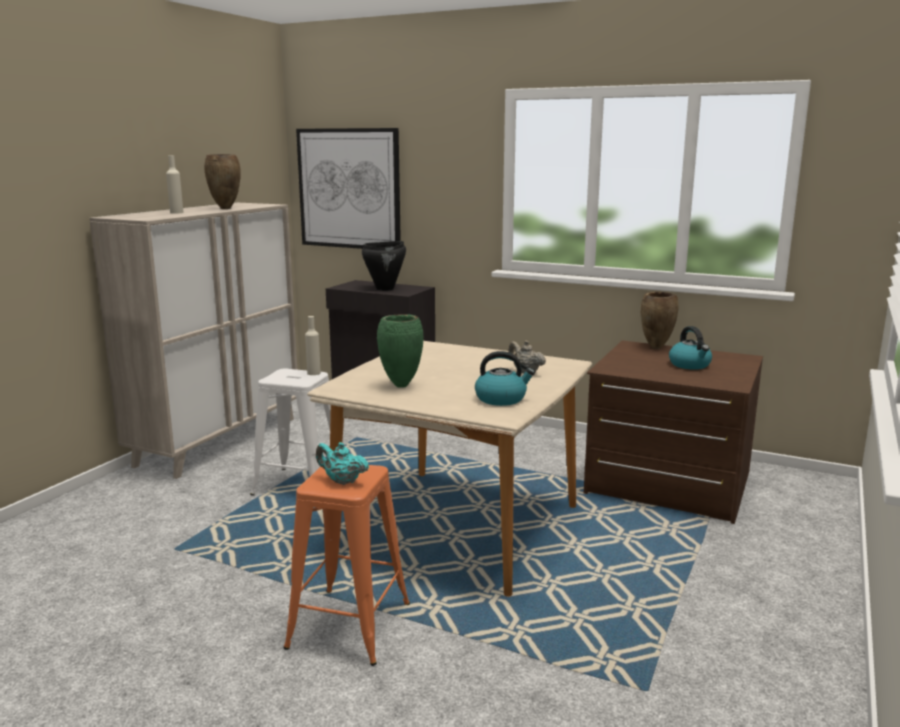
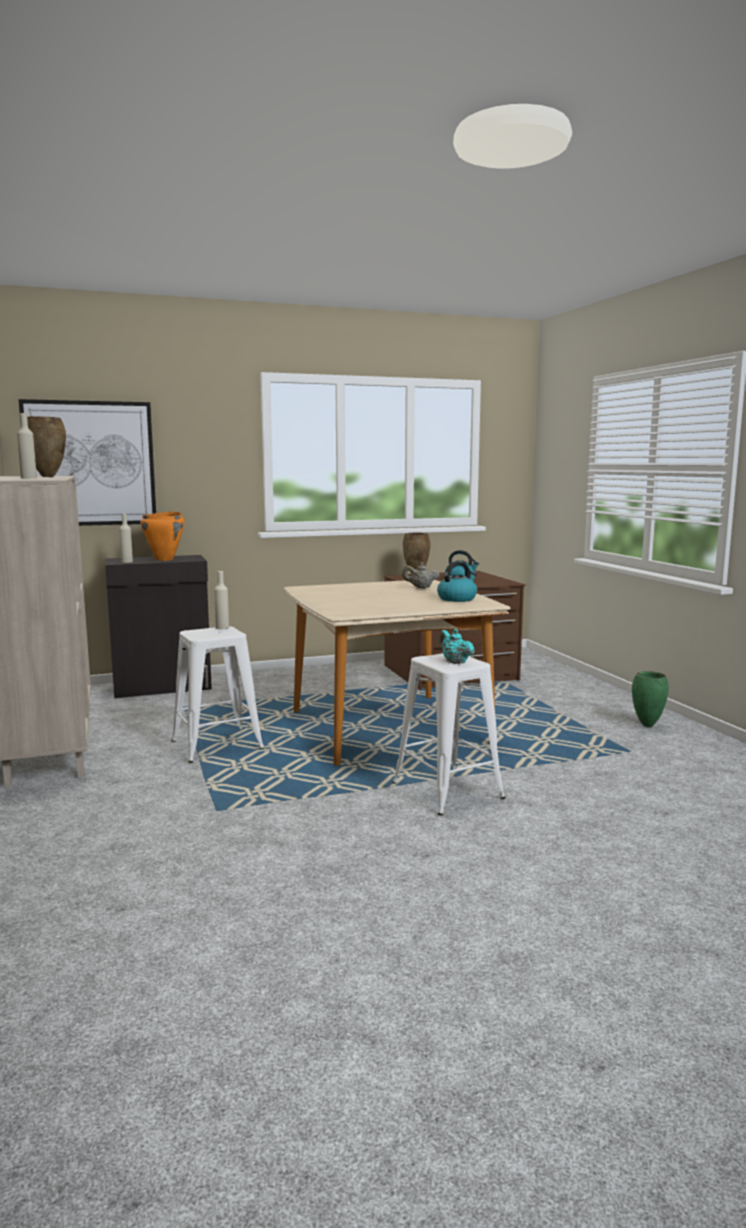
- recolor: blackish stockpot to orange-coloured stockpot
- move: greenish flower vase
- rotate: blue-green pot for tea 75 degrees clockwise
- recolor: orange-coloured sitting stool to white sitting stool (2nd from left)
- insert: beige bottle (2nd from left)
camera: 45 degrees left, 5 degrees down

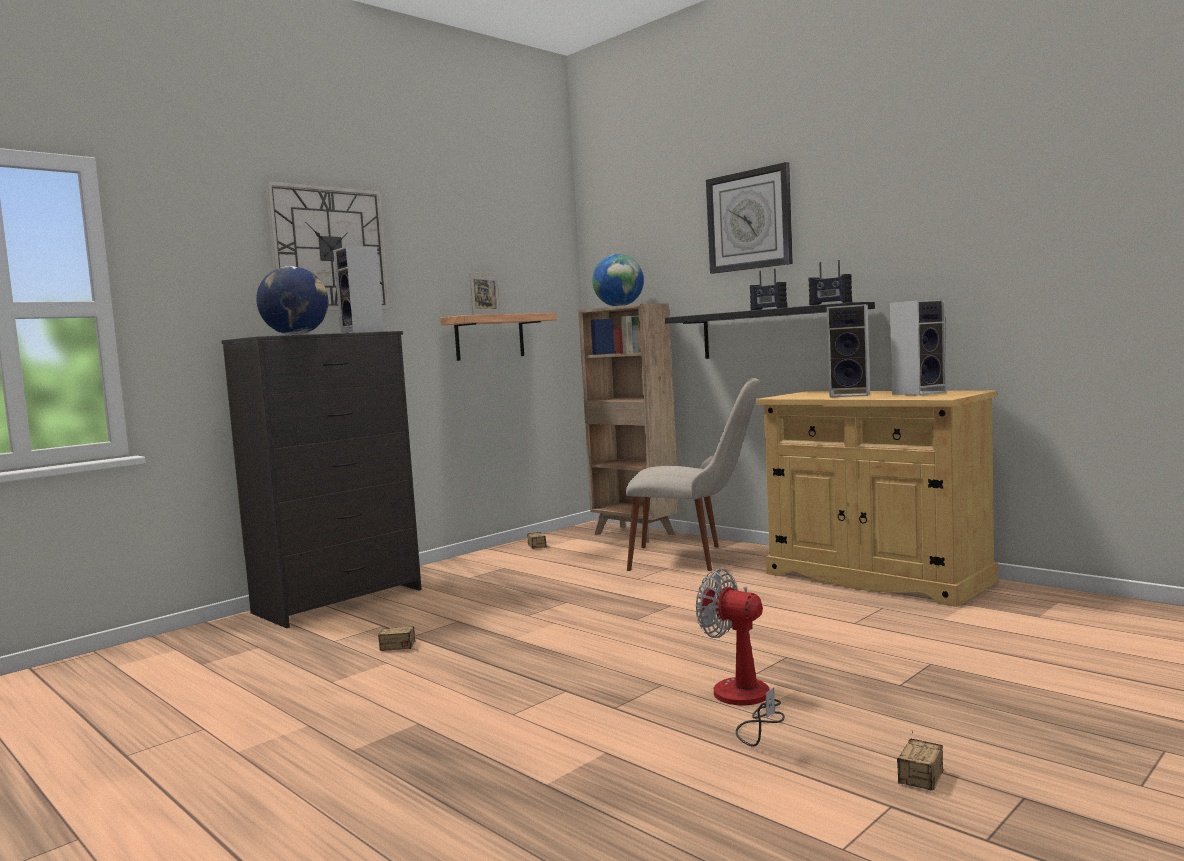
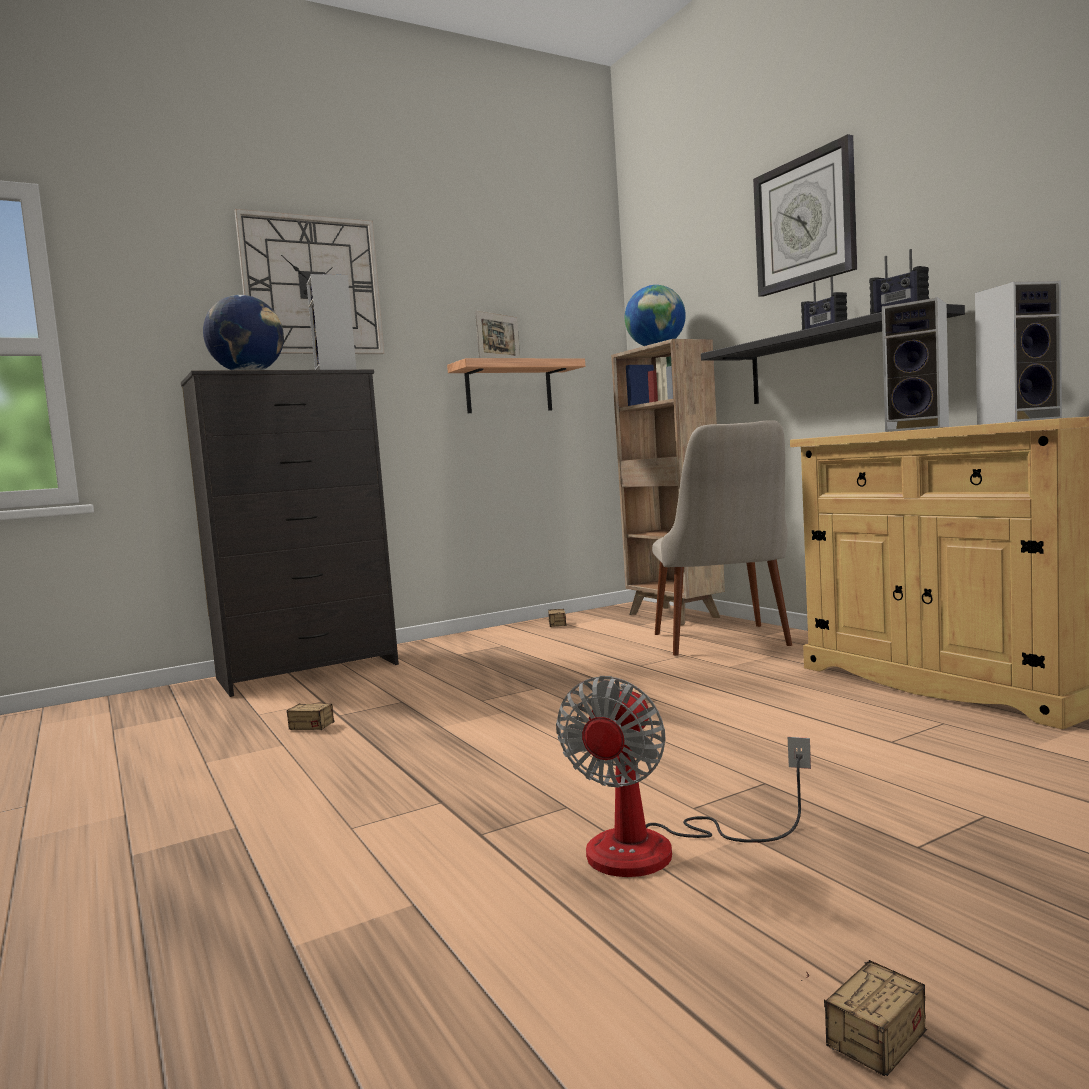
- rotate: beige chair 60 degrees clockwise
- rotate: electric fan 120 degrees counterclockwise
camera: 15 degrees right, 0 degrees up

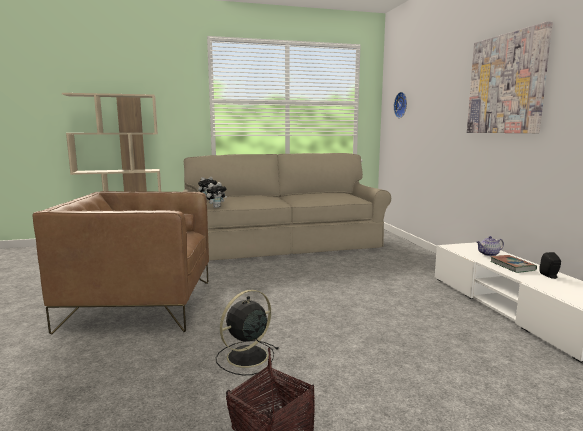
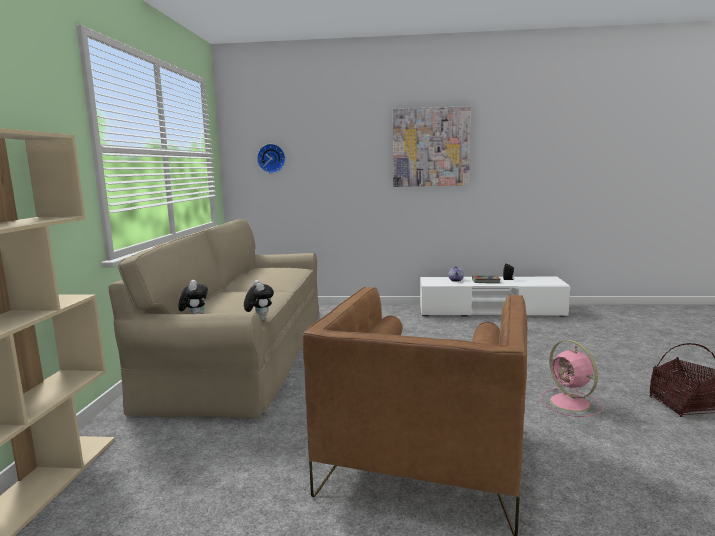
- recolor: blackish electric fan to pink-coloured electric fan
camera: 70 degrees left, 0 degrees up

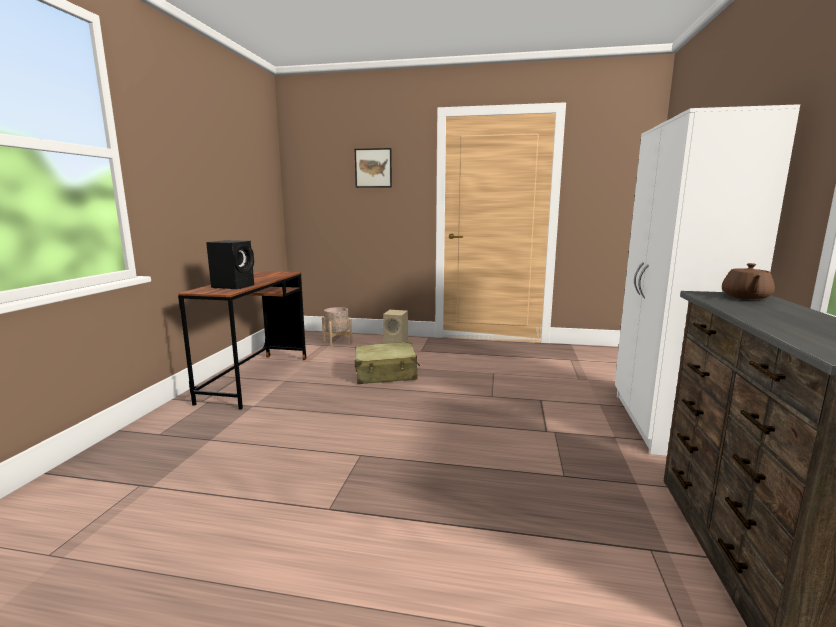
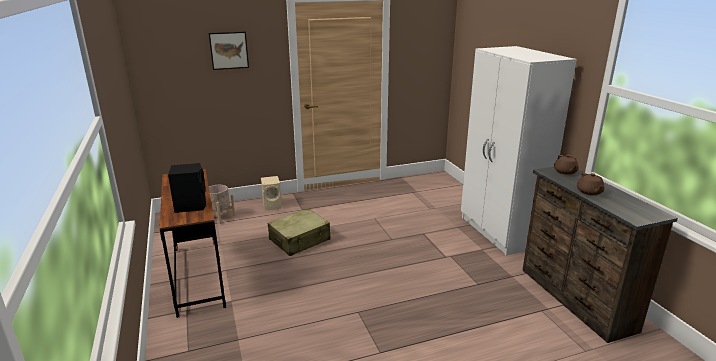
- insert: brownish pot for tea (2nd from left)
camera: 30 degrees left, 10 degrees up

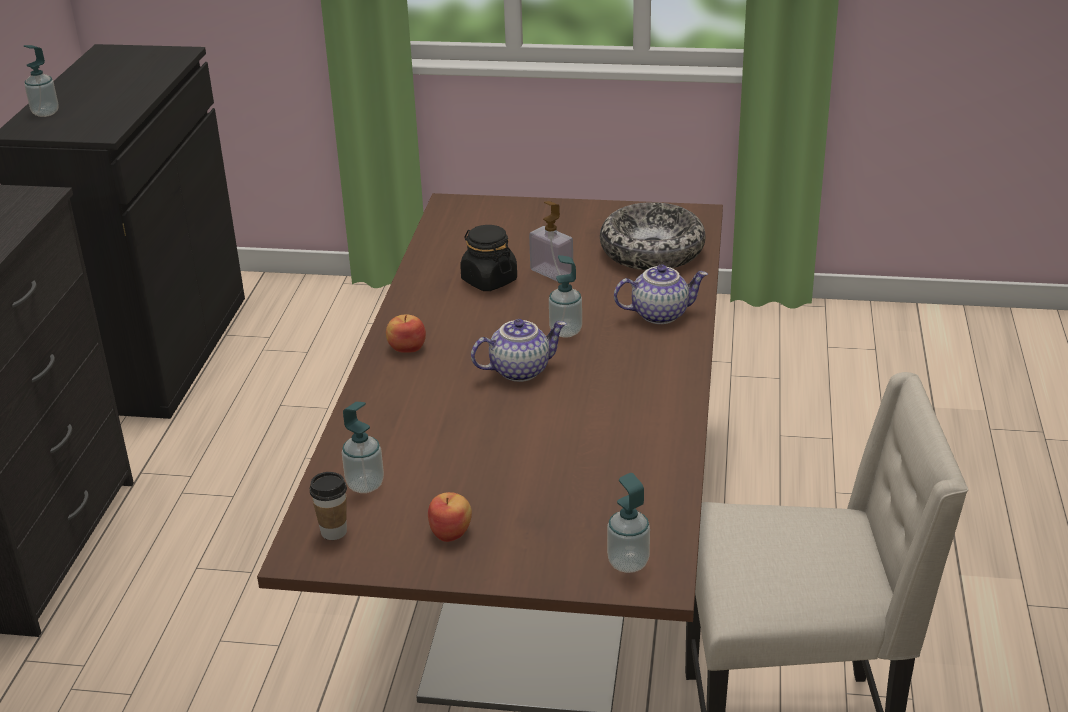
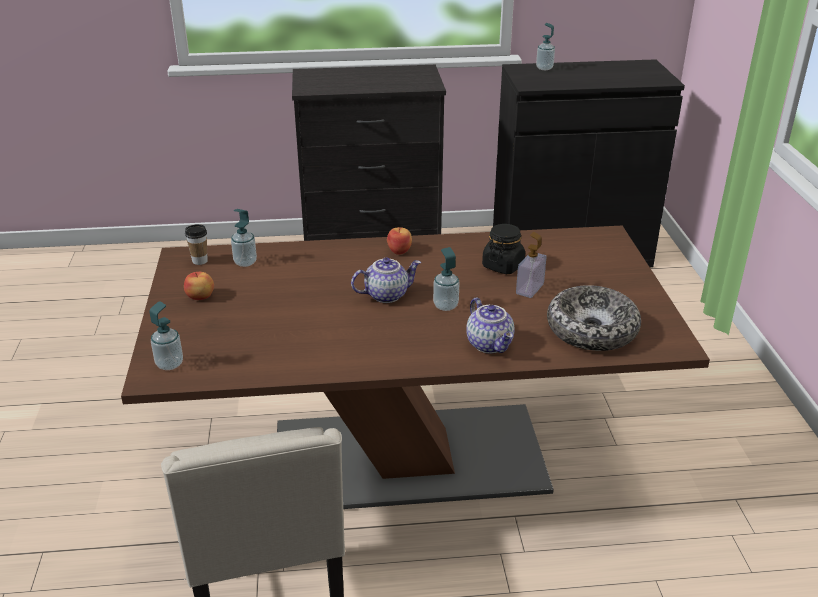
- rotate: pot for tea (1st from left) 75 degrees counterclockwise
camera: 75 degrees right, 0 degrees up

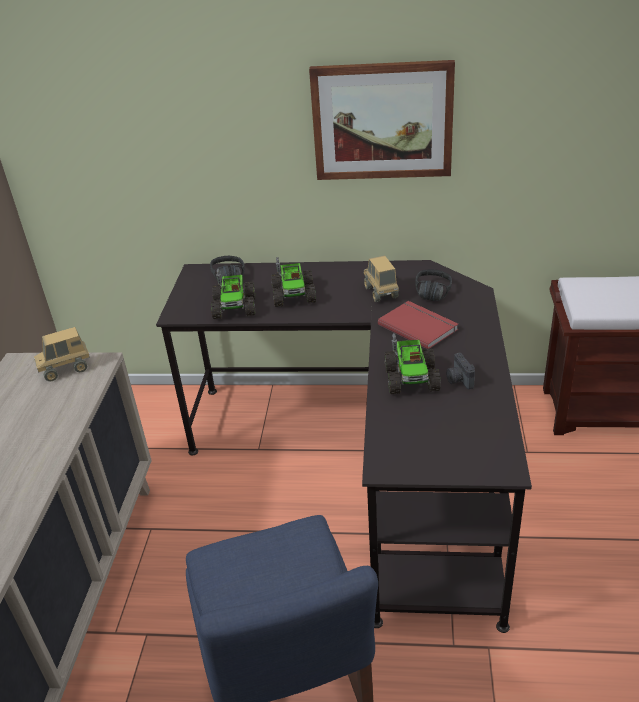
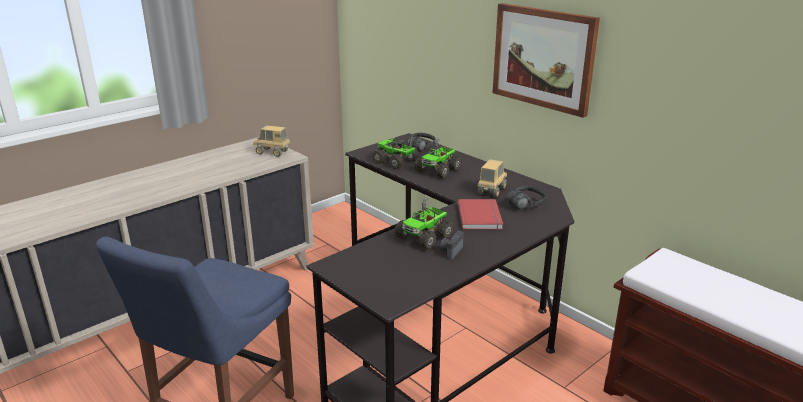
- rotate: toy truck (2nd from left) 90 degrees clockwise
camera: 40 degrees right, 10 degrees down

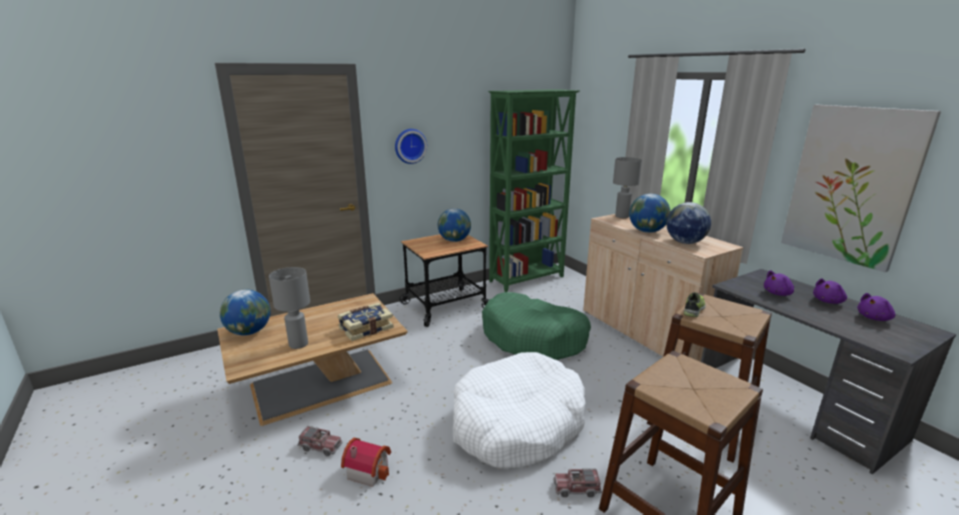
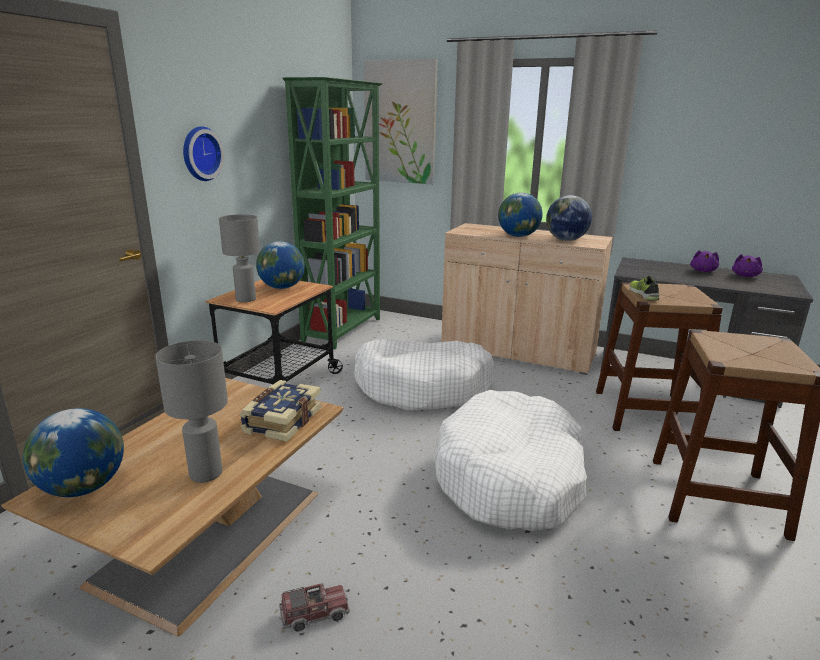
- move: picture
- move: grey lamp for a table (2nd from left)
- delete: purplish plush toy (1st from left)
- recolor: greenish dog cushion to white dog cushion (1st from left)
- delete: miniature house
- delete: toy truck (2nd from left)
camera: 35 degrees left, 0 degrees up

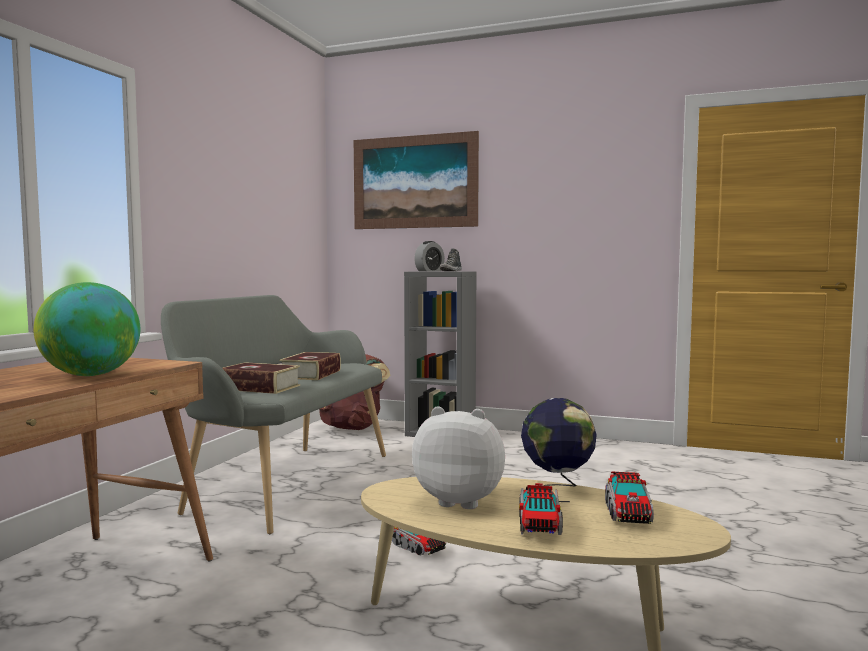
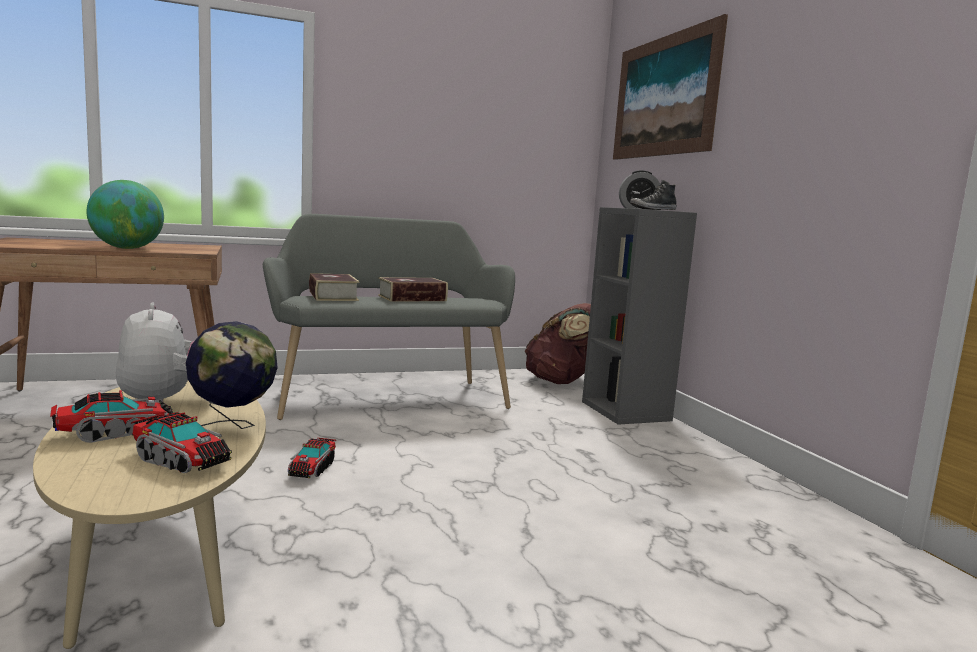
- rotate: toy truck (3rd from left in the first image) 120 degrees counterclockwise
camera: 50 degrees right, 5 degrees up

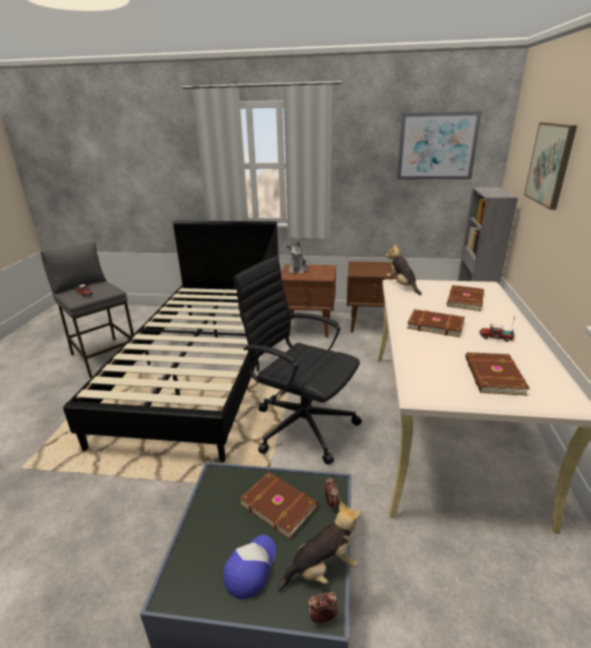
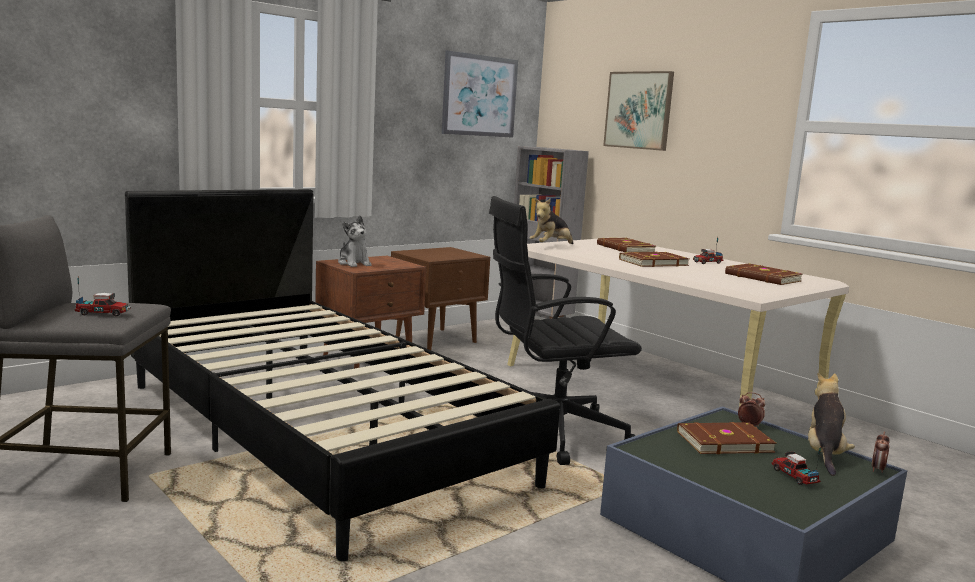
- rotate: plush toy (3rd from left in the first image) 60 degrees counterclockwise
- replace: cap to toy truck (3rd from left)
camera: 50 degrees left, 15 degrees down

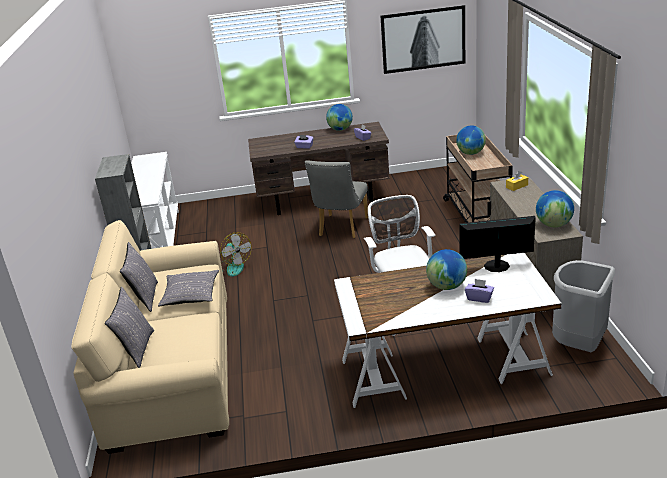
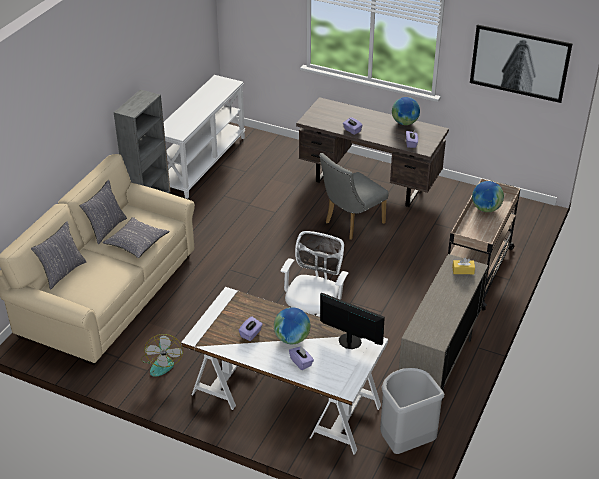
- delete: globe (4th from left)
- move: electric fan
- insert: purplish tissue holder (1st from left)
camera: 30 degrees right, 10 degrees up

